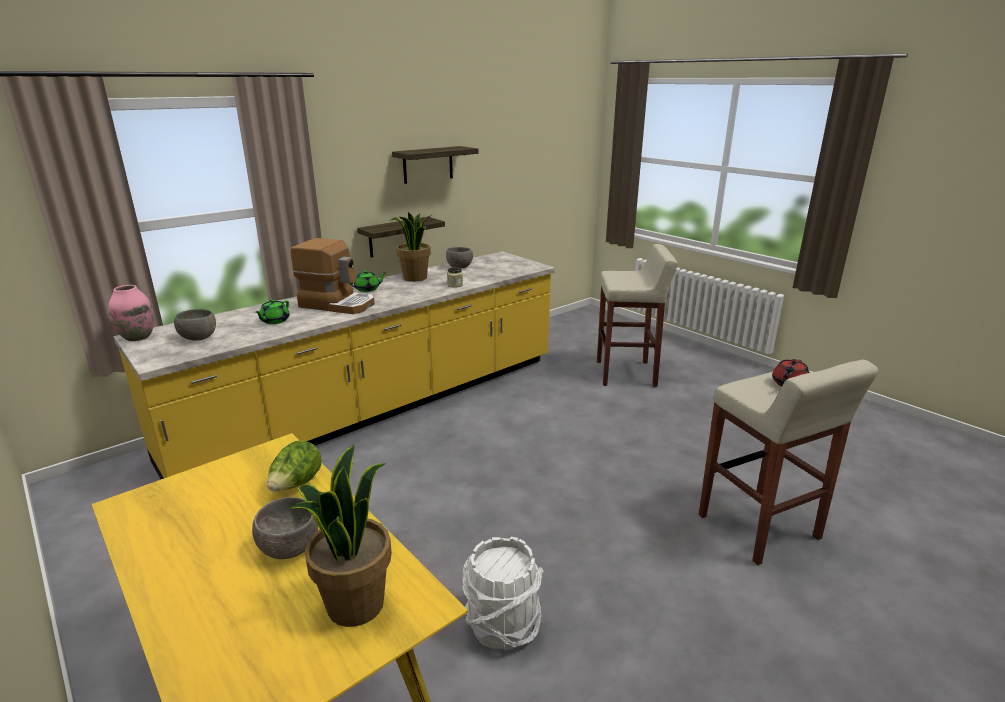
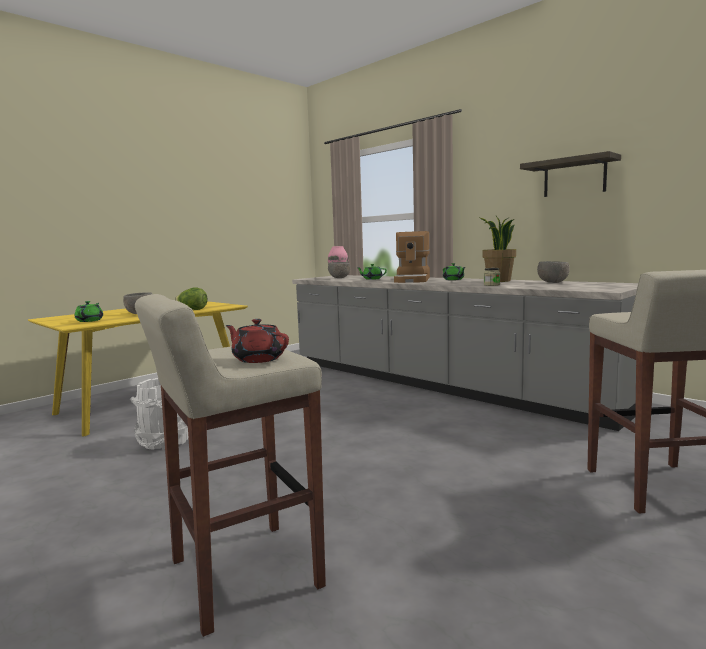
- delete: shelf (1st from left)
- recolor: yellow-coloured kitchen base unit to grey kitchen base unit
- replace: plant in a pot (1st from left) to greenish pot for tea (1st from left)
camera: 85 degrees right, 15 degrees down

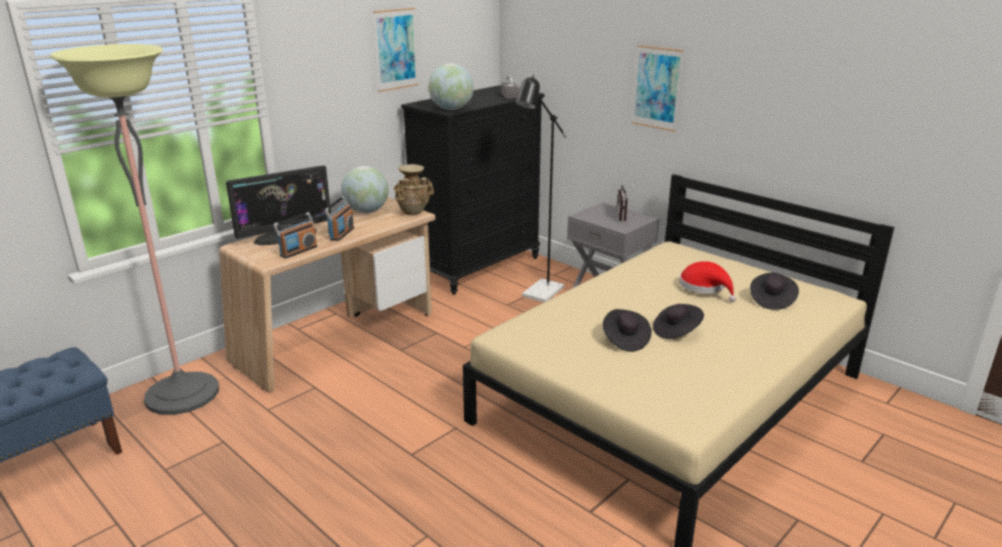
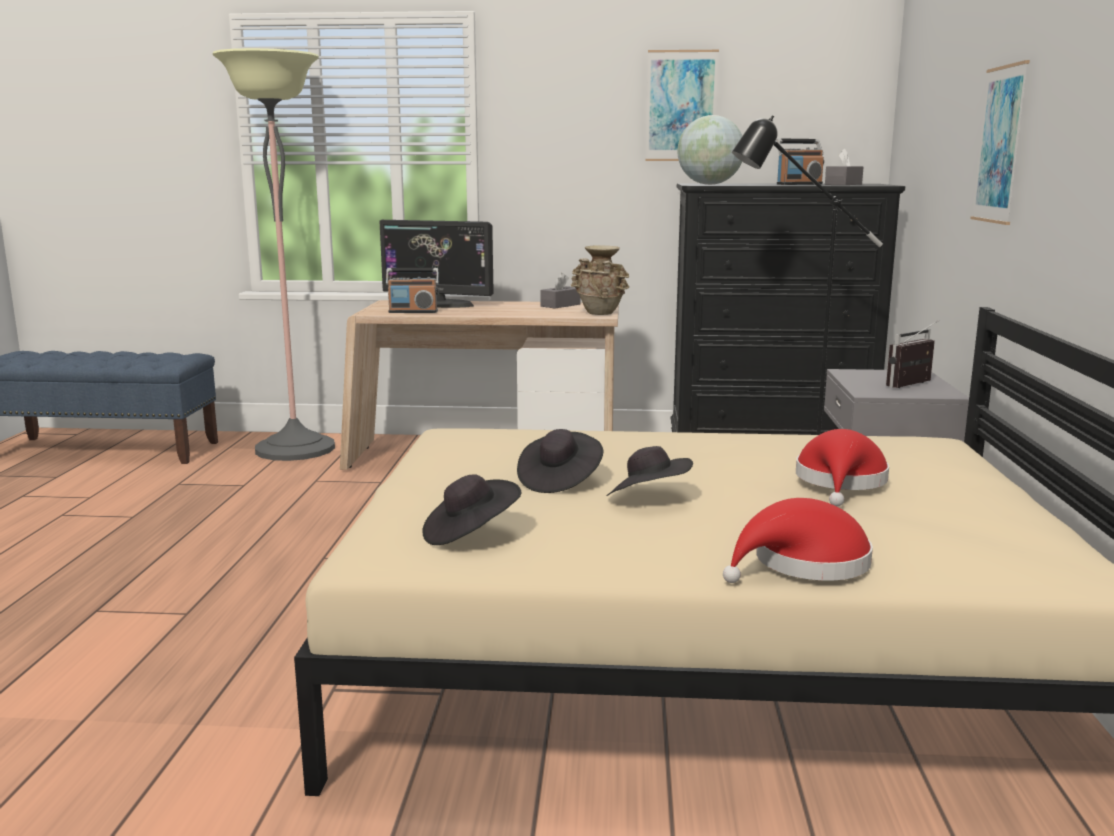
- replace: globe (1st from left) to grey tissue holder (1st from left)
- move: radio receiver (2nd from left)
- move: blackish clothing hat (3rd from left in the first image) to blackish clothing hat (1st from left)
- insert: red-coloured clothing hat (1st from left)
camera: 50 degrees right, 10 degrees down

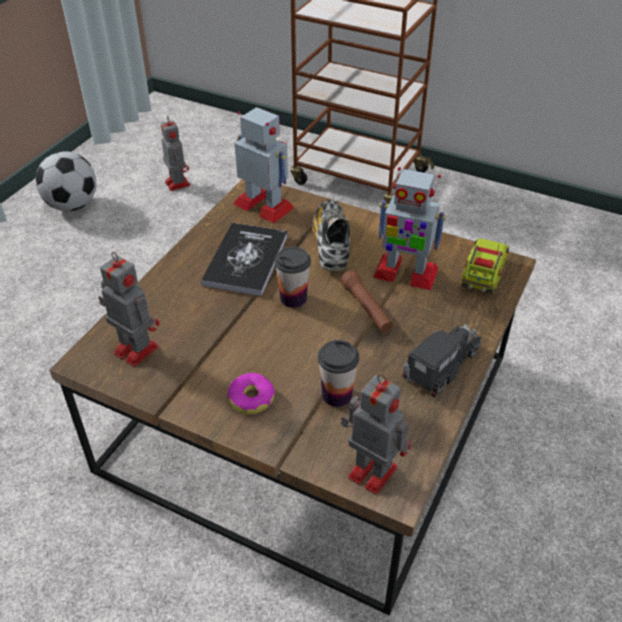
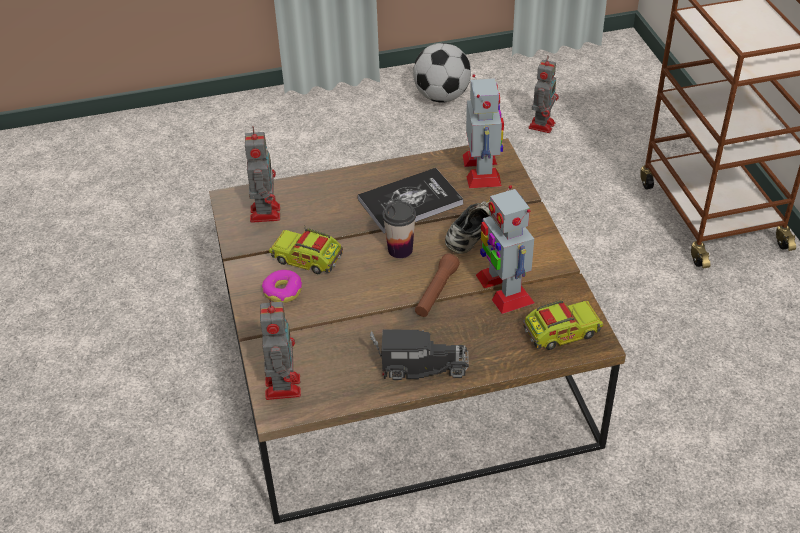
- delete: small cup (2nd from left)
- insert: toy truck (1st from left)
camera: 50 degrees right, 0 degrees up

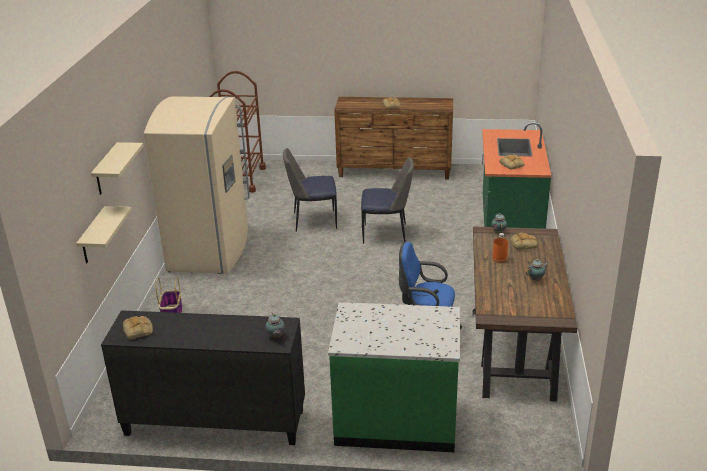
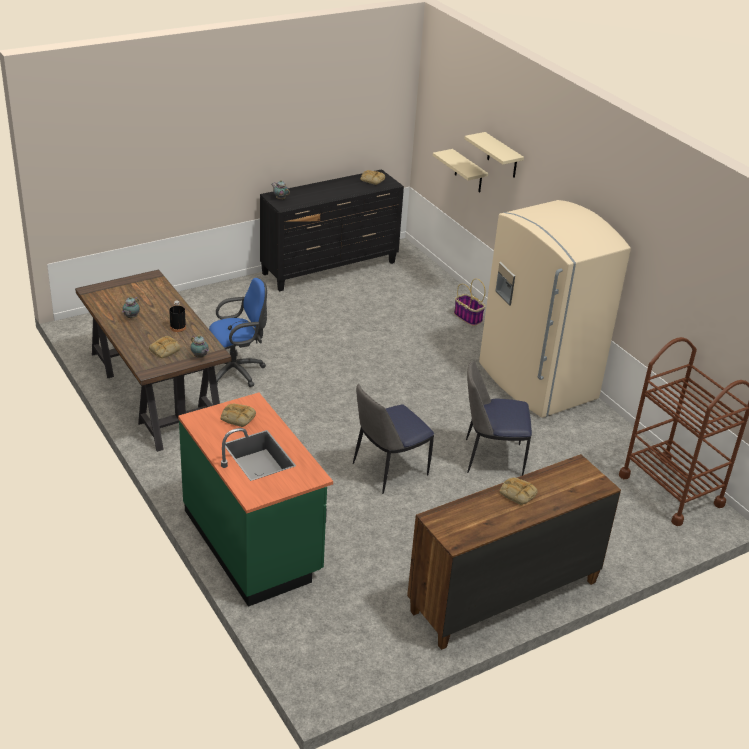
- rotate: chair (1st from left in the first image) 135 degrees counterclockwise
- recolor: orange-coloured bottle to blackish bottle
- delete: greenish kitchen base unit (1st from left)
camera: 140 degrees right, 5 degrees up

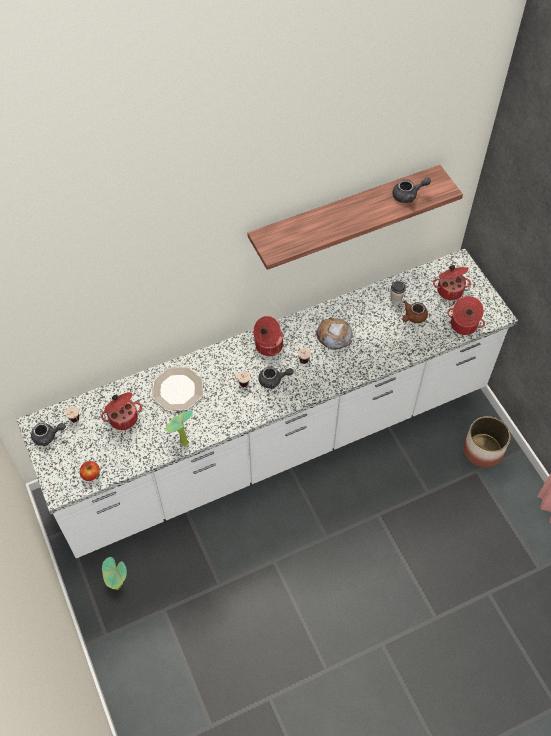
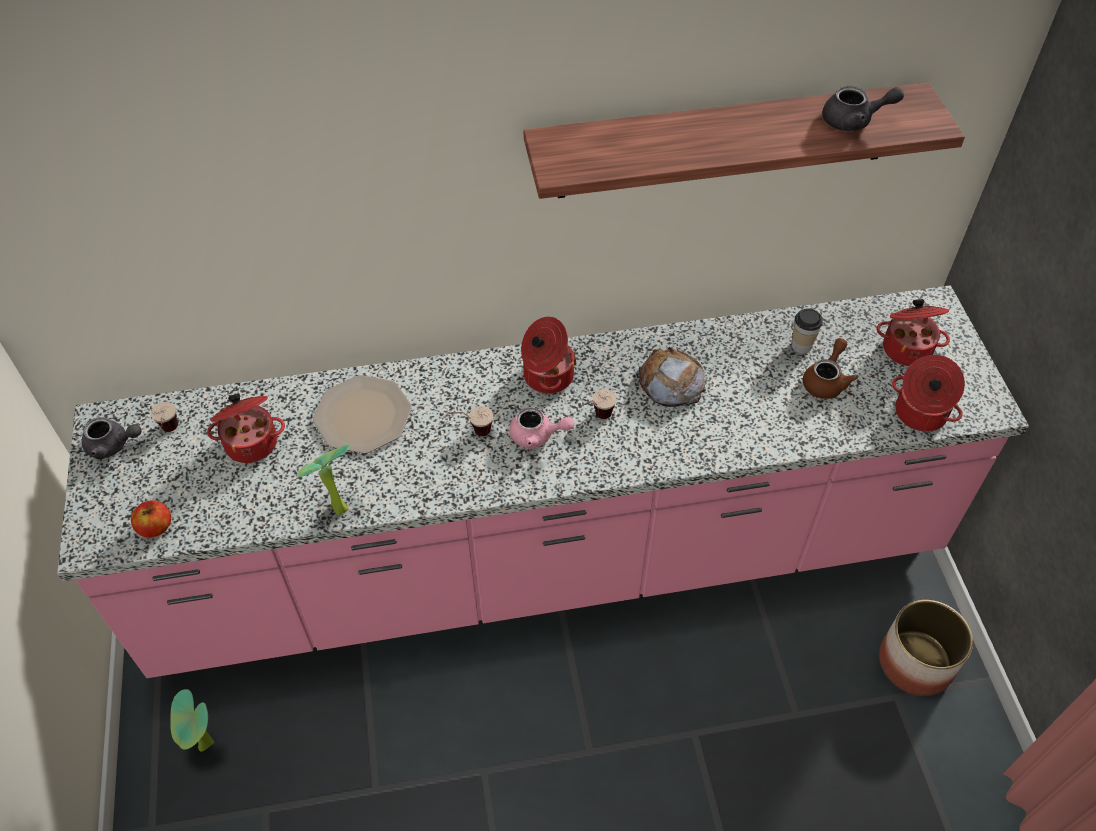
- recolor: white kitchen base unit to pink-coloured kitchen base unit
- rotate: brownish pot for tea 150 degrees clockwise
- recolor: grey pot for tea (2nd from left) to pink-coloured pot for tea
camera: 15 degrees right, 5 degrees down

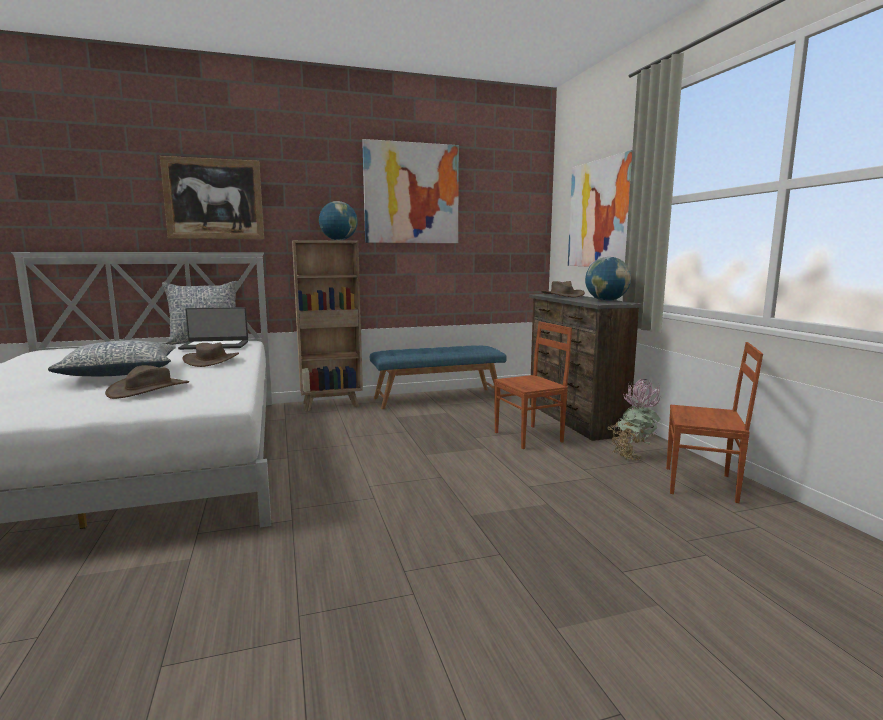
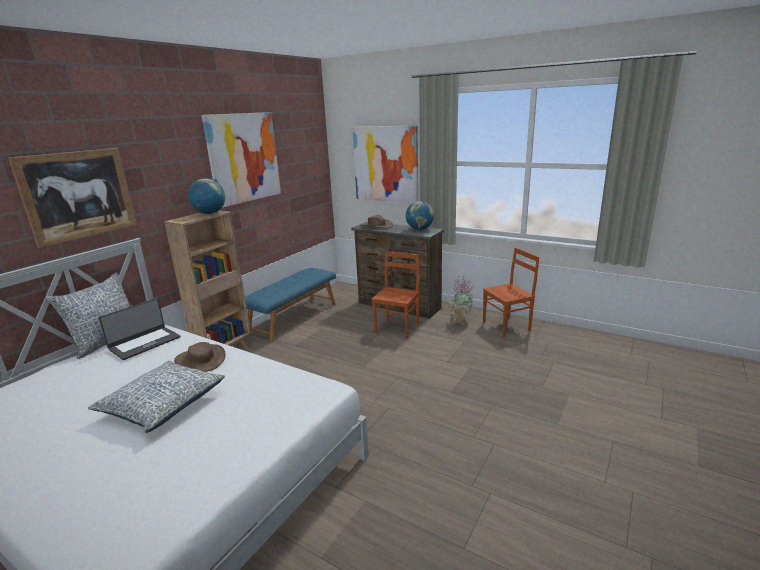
- delete: brownish clothing hat (1st from left)
camera: 40 degrees left, 10 degrees up

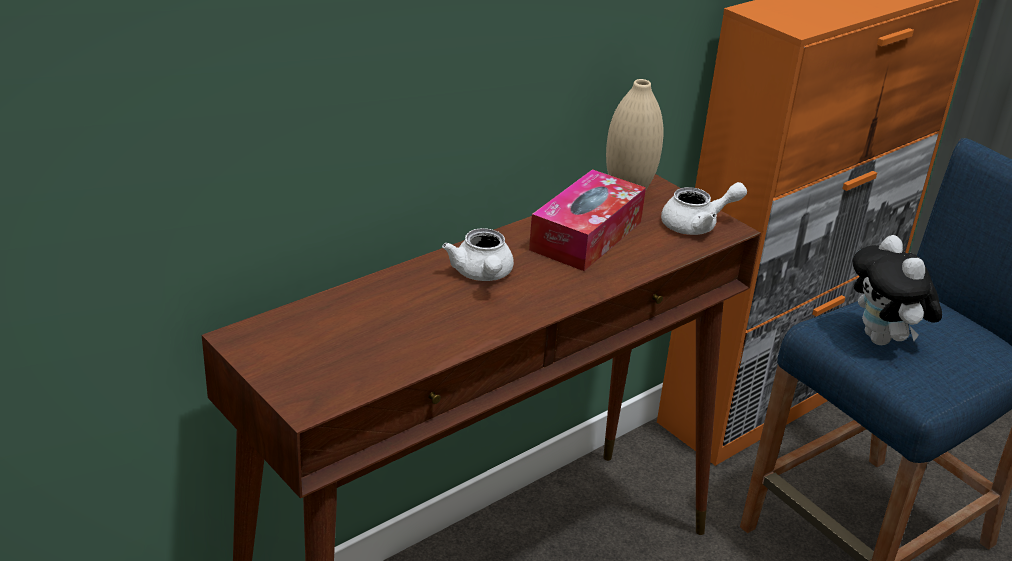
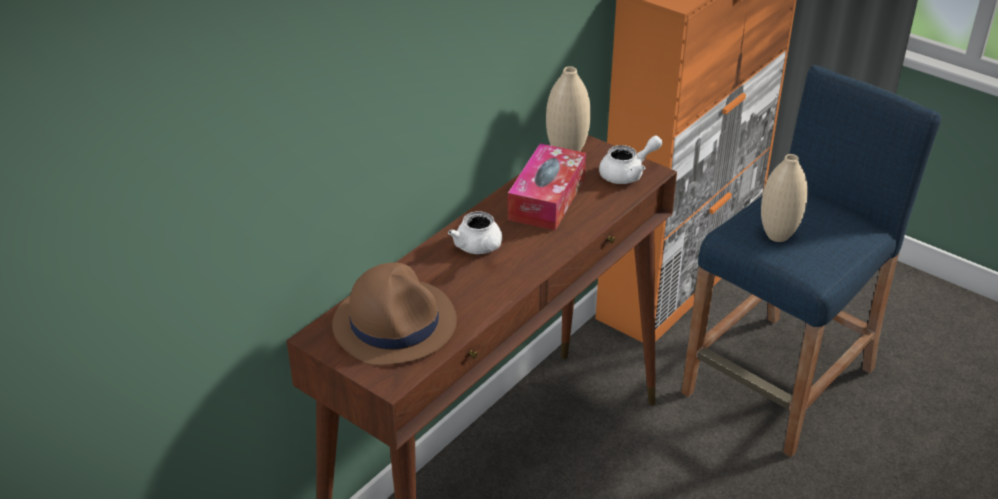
- replace: plush toy to beige flower vase (2nd from left)
- insert: brownish clothing hat
camera: 10 degrees left, 5 degrees up

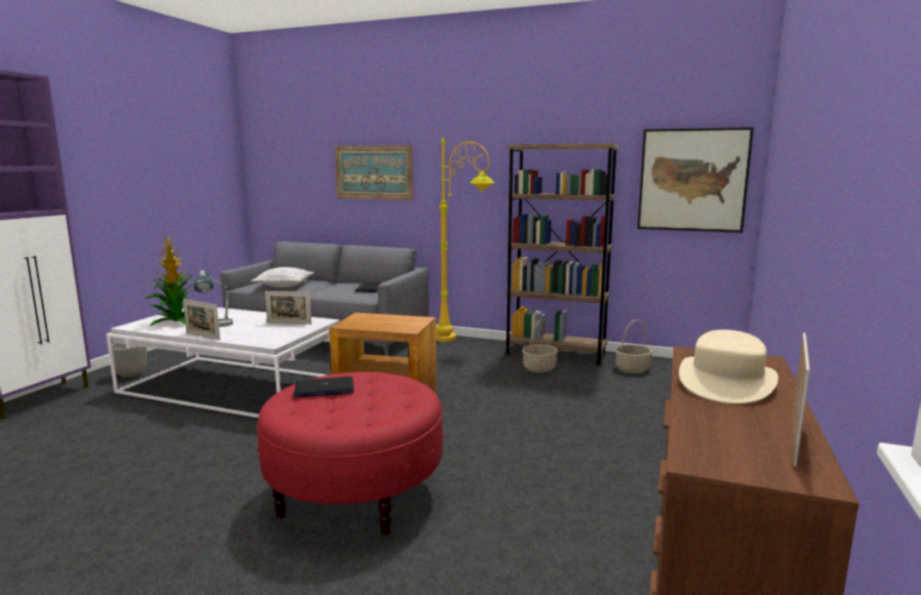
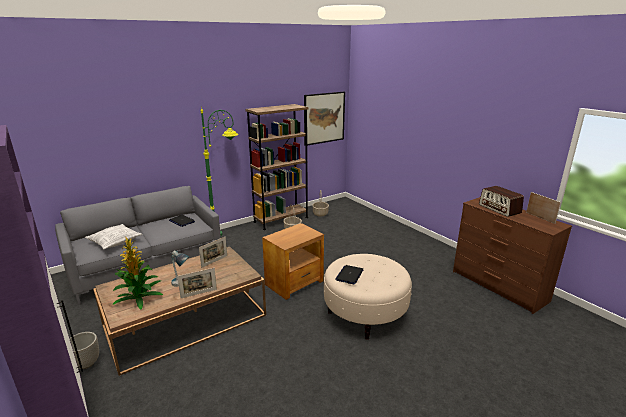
- recolor: yellow-coloured standing lamp to greenish standing lamp
- delete: picture (1st from left)
- recolor: white low table to brownish low table
- replace: beige clothing hat to radio receiver
- recolor: red-coloured pouffe to beige pouffe
camera: 55 degrees left, 10 degrees up

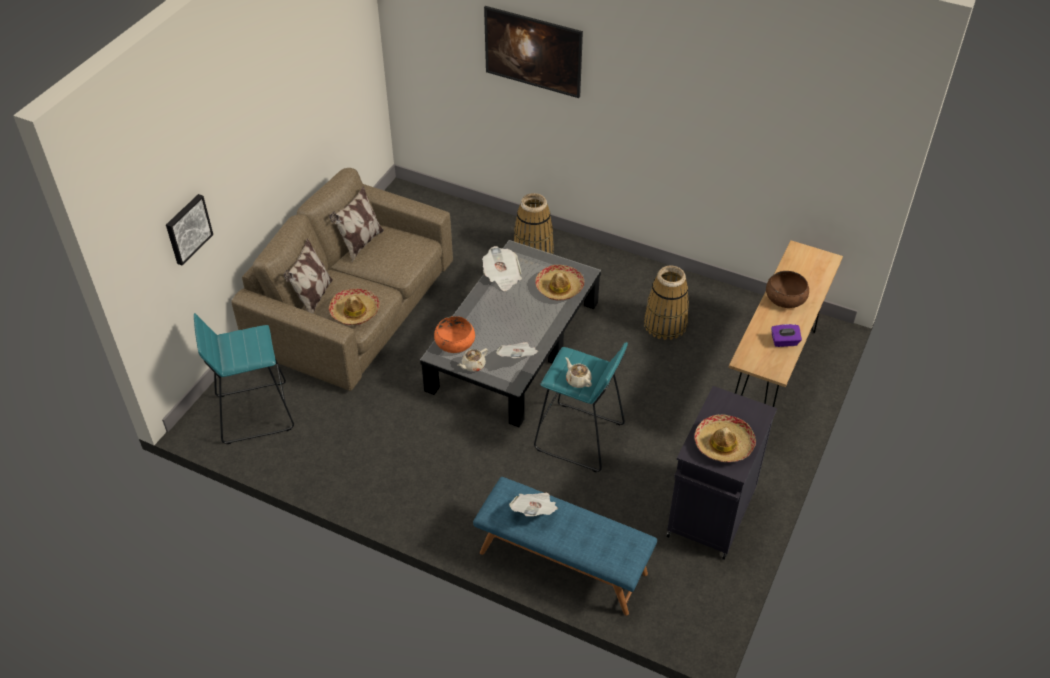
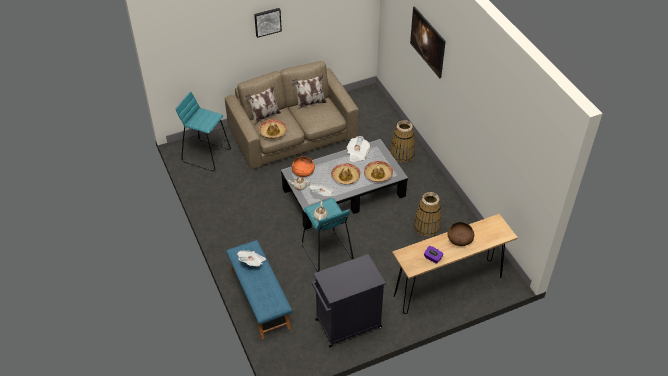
- move: picture (1st from left)
- move: clothing hat (3rd from left in the first image) to clothing hat (2nd from left)
camera: 40 degrees right, 0 degrees up

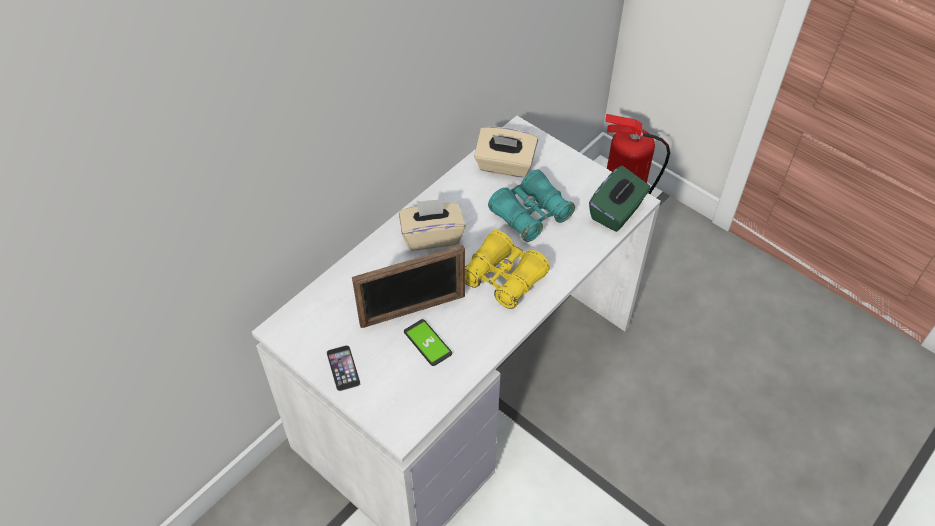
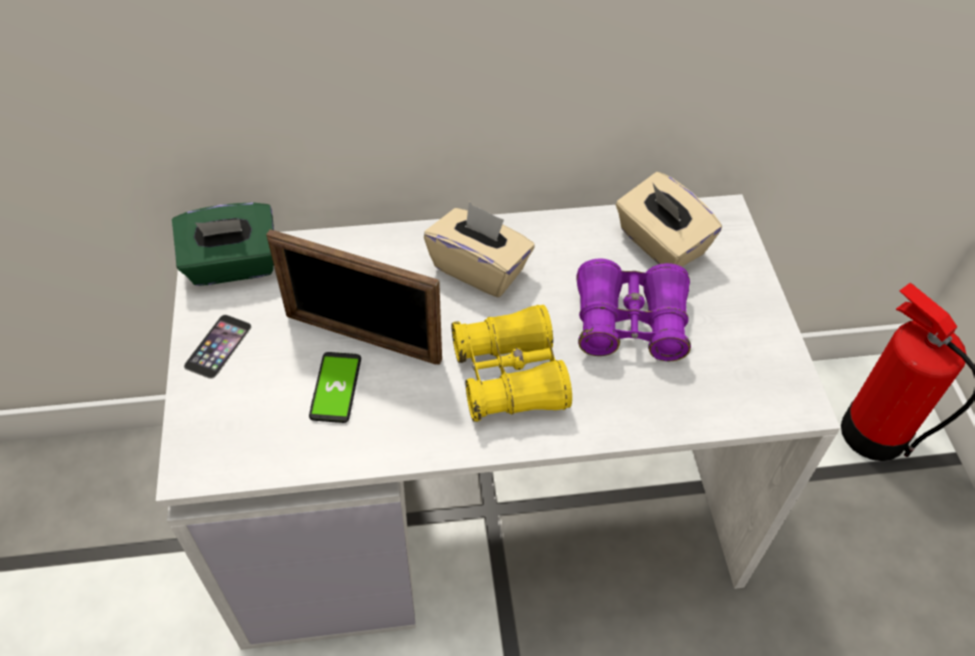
- move: greenish tissue holder
- recolor: blue-green pair of binoculars to purplish pair of binoculars
camera: 40 degrees right, 0 degrees up

